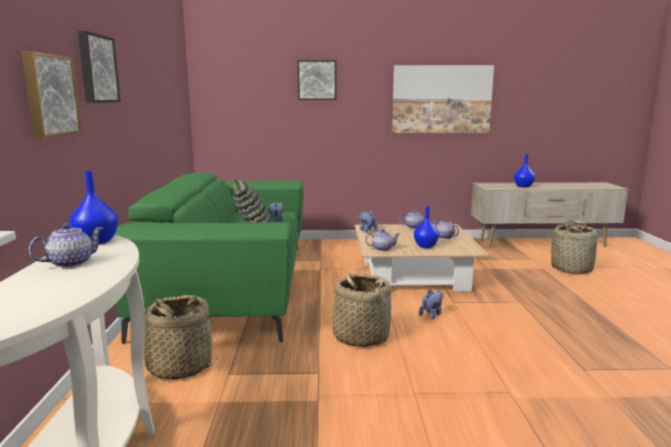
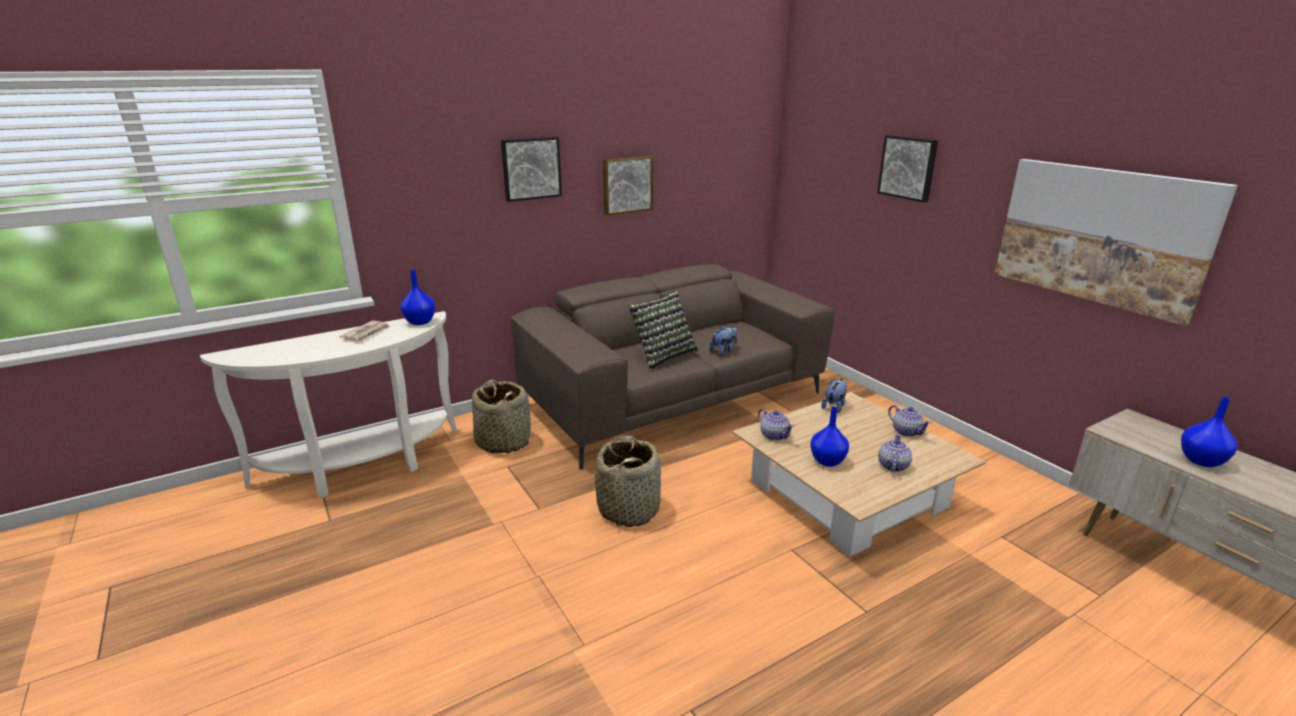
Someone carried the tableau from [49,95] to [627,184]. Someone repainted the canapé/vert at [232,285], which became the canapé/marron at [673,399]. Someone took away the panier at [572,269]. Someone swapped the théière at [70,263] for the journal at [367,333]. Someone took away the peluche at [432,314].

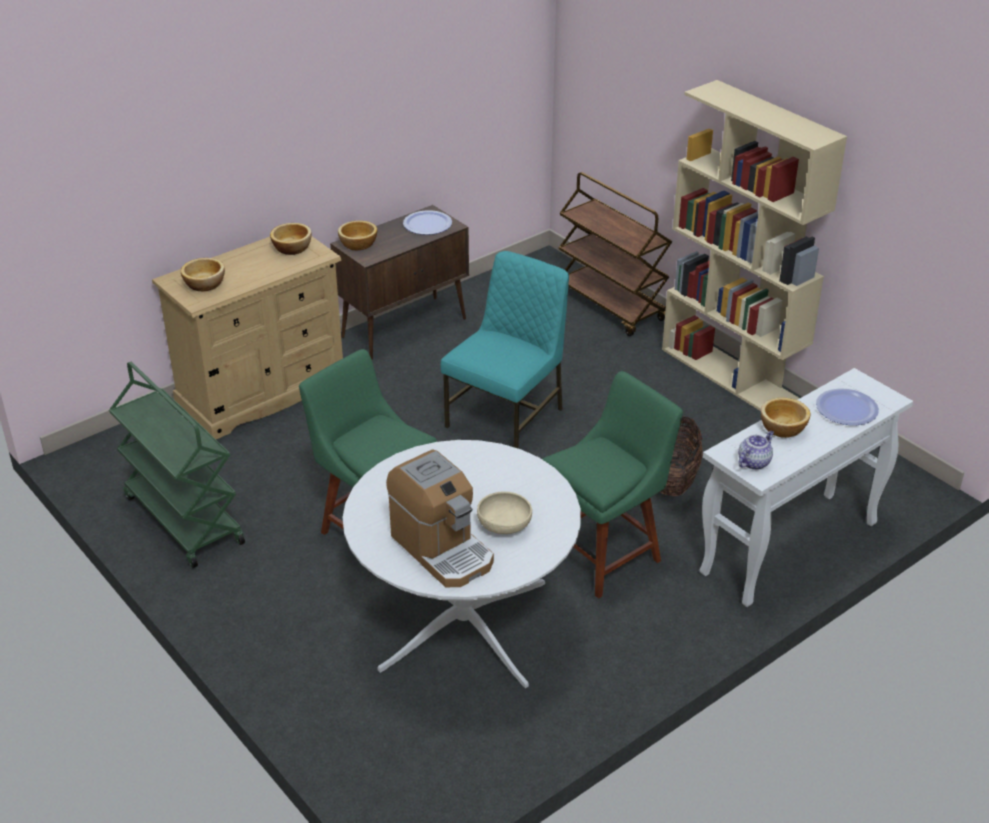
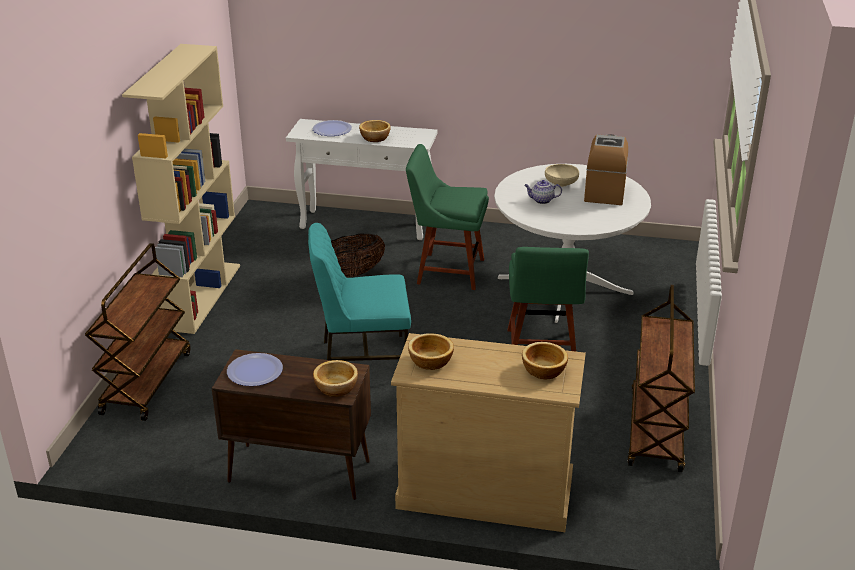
Someone repainted the chariot/vert at [182,519], which became the chariot/marron at [656,431]. Someone carried the théière from [754,462] to [541,200].

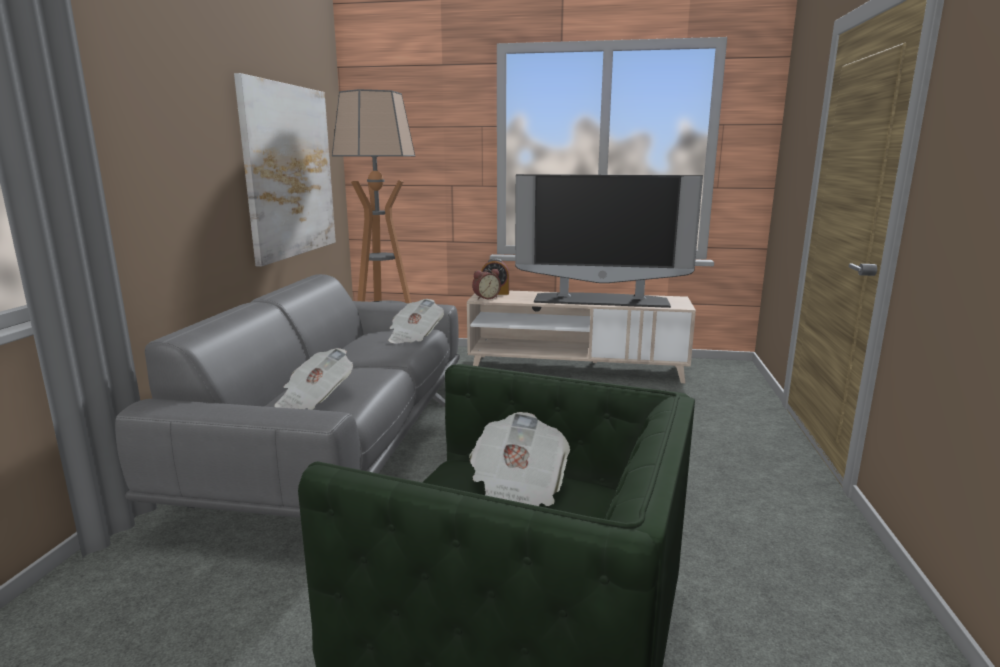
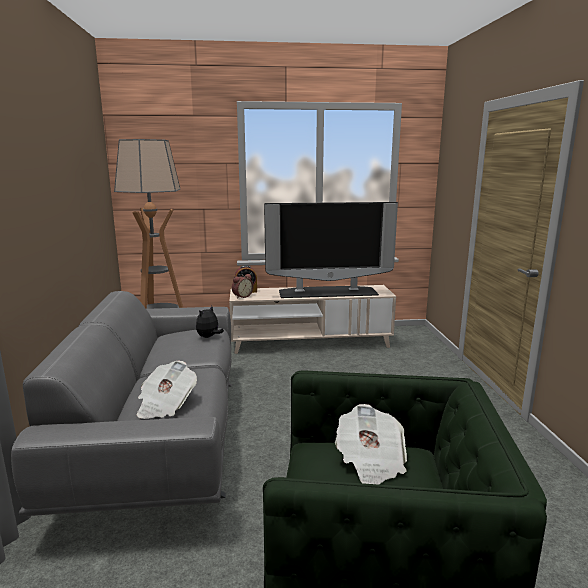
Someone took away the tableau at [290,171]. Someone swapped the journal at [414,336] for the peluche at [208,337].

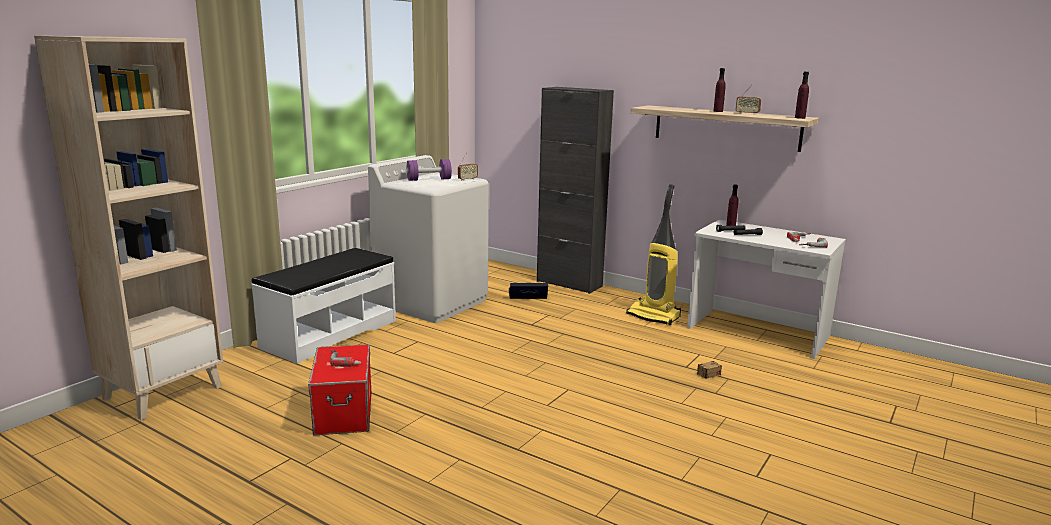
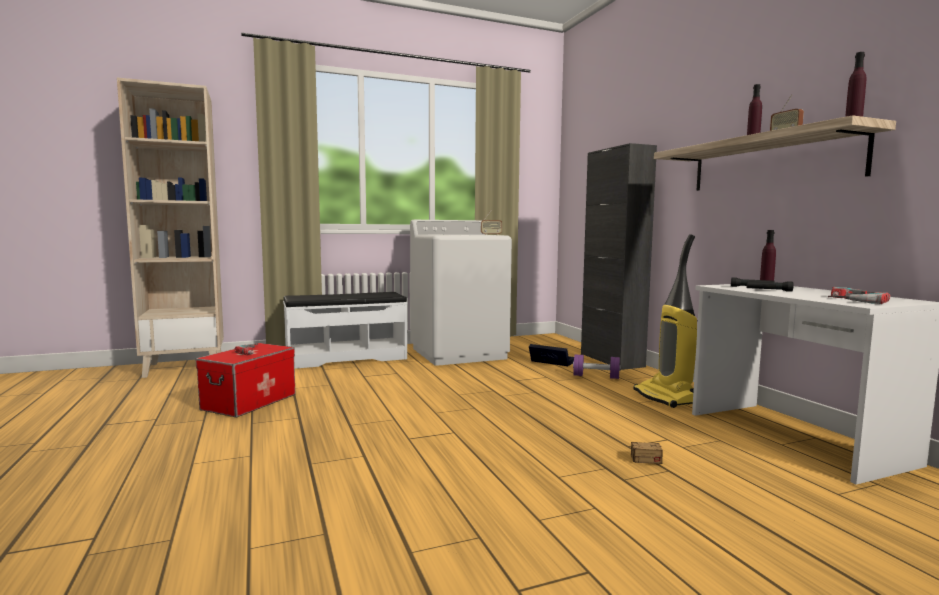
Someone carried the haltère/violet from [429,179] to [596,376].

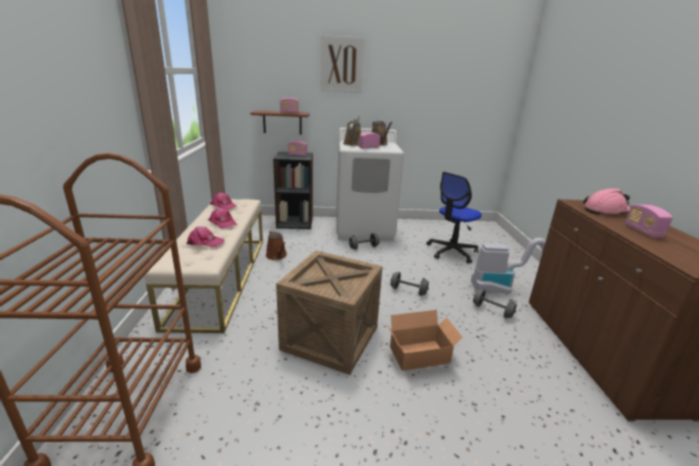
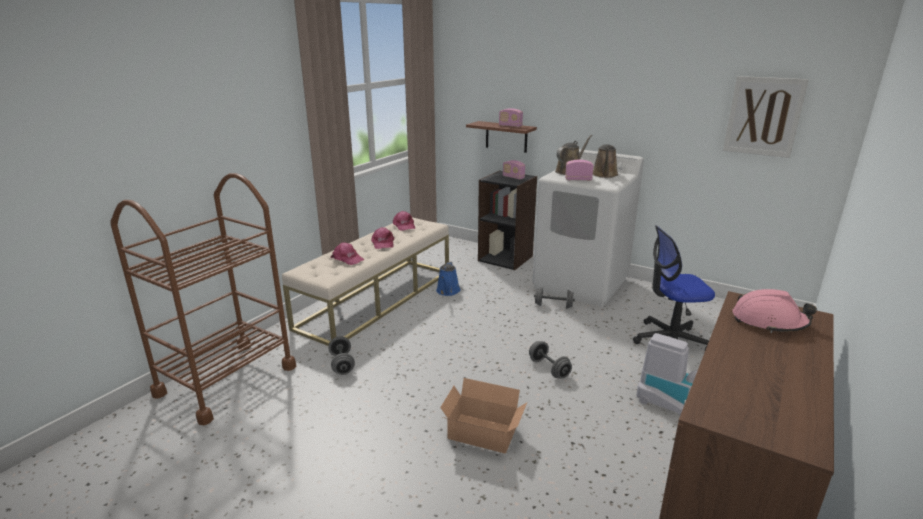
Someone carried the tableau from [342,65] to [763,116]. Someone took away the radio at [642,232]. Someone repainted the arrosoir/marron at [277,256], which became the arrosoir/bleu at [448,291]. Someone took away the caisse at [330,338]. Someone carried the haltère/gris from [492,311] to [342,364].

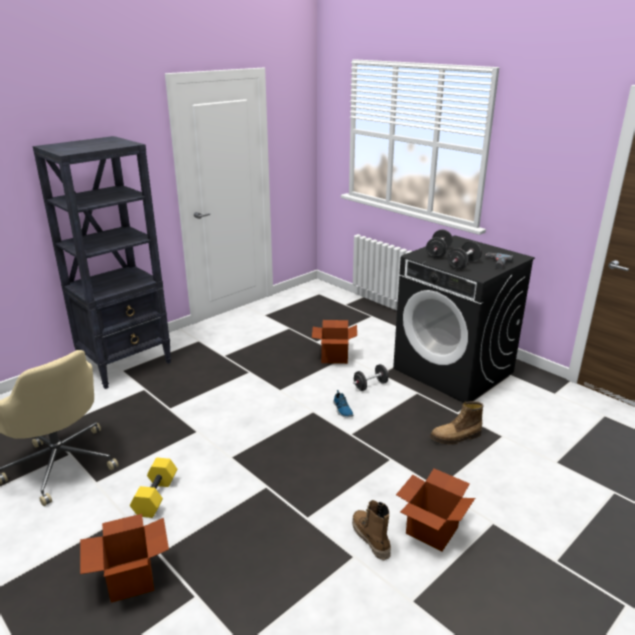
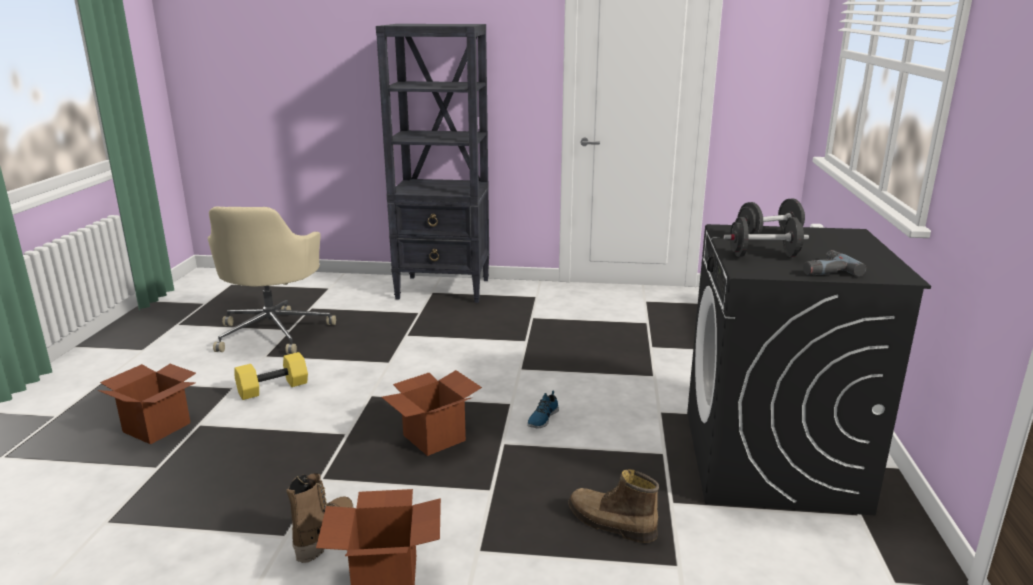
Someone carried the carton from [334,357] to [434,438]. Someone took away the haltère/noir at [370,385].

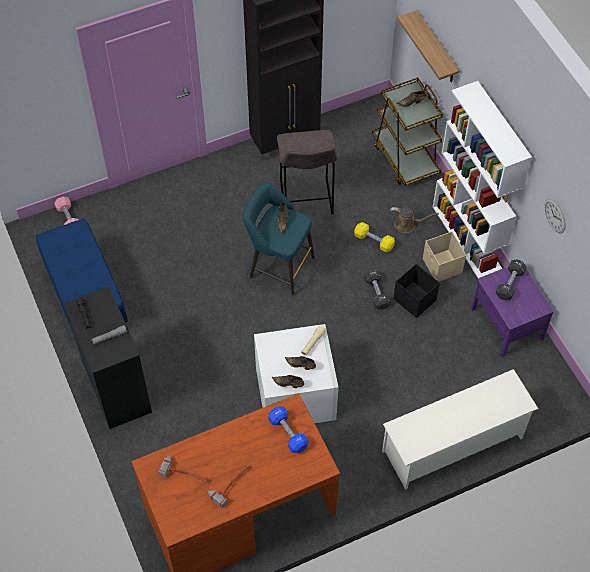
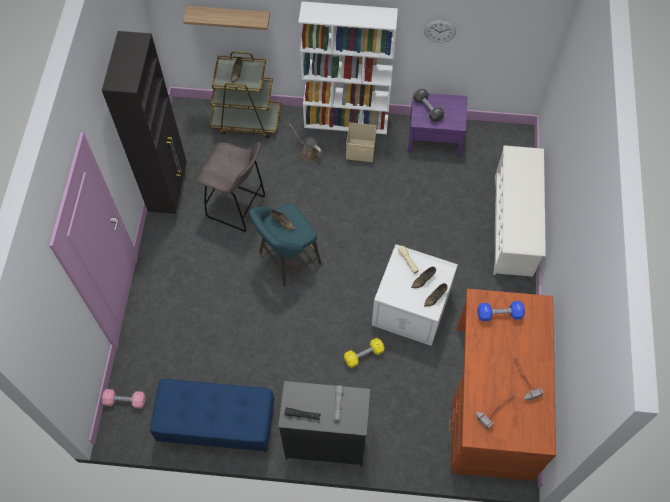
Someone rotated the arrosoir/marron at [407,224] by 90 degrees counterclockwise. Someone carried the haltère/jaune from [374,241] to [364,355]. Someone took away the boîte de rangement/noir at [415,300]. Someone took away the haltère/noir at [376,293].

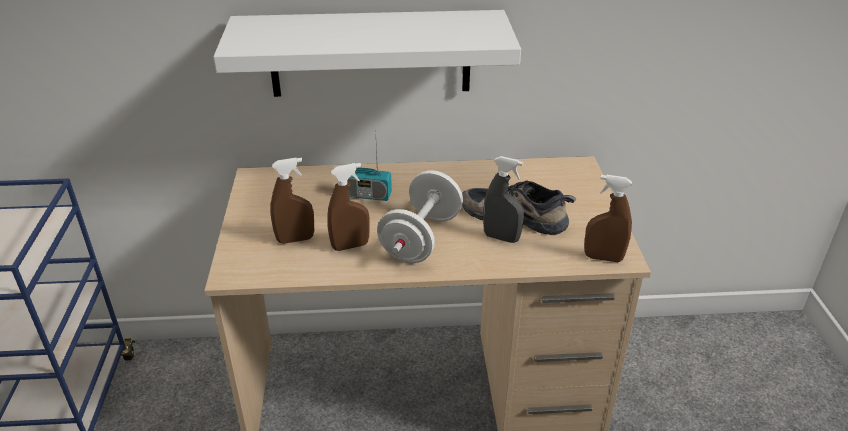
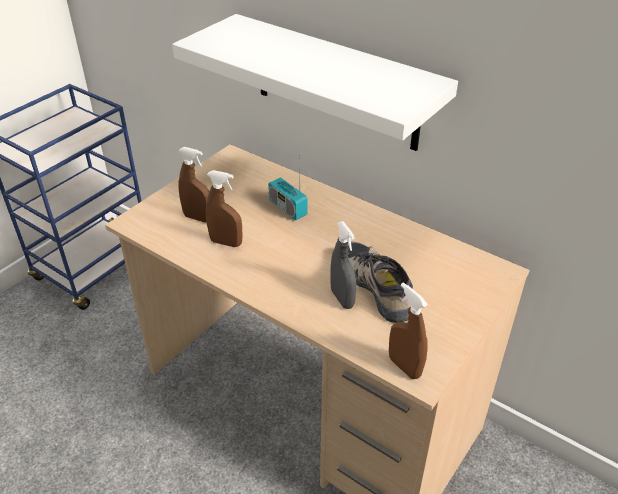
Someone took away the haltère/blanc at [421,238].

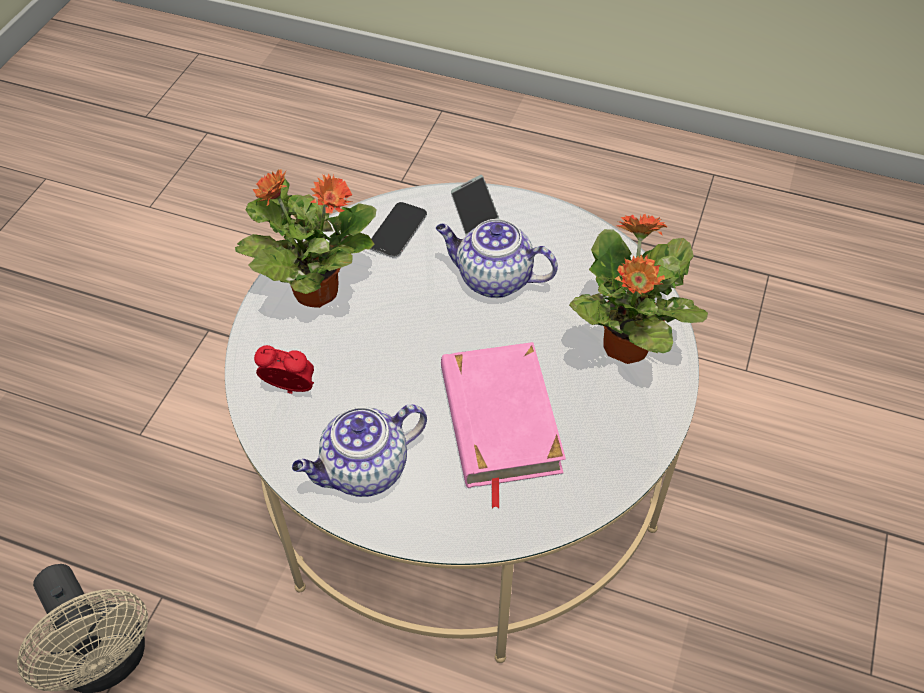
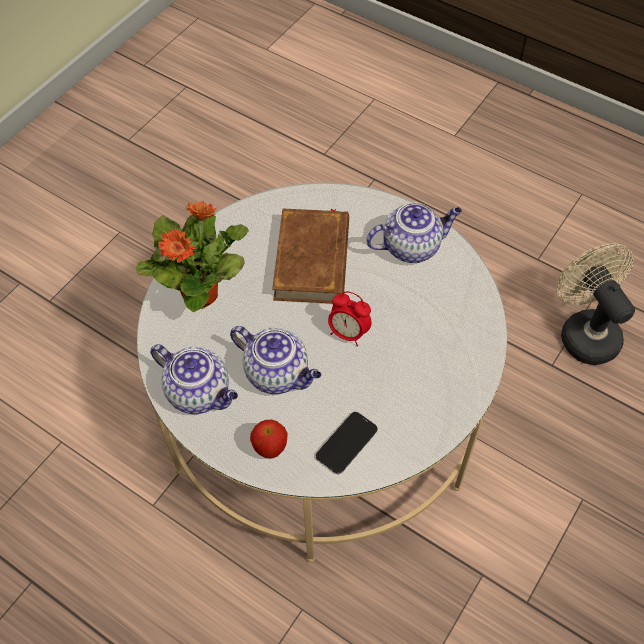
Someone took away the plante en pot at [314,290]. Someone swapped the téléphone at [474,212] for the pomme at [270,449]. Someone repainted the livre/rose at [499,421], which became the livre/marron at [313,260]. Someone carried the réveil from [290,390] to [348,333]. Someone put down the théière at [200,392].

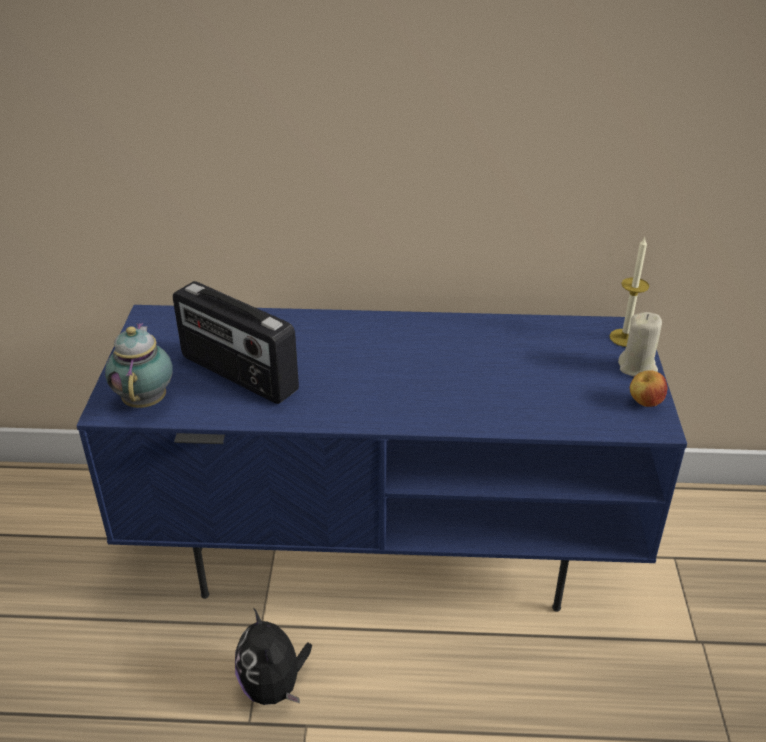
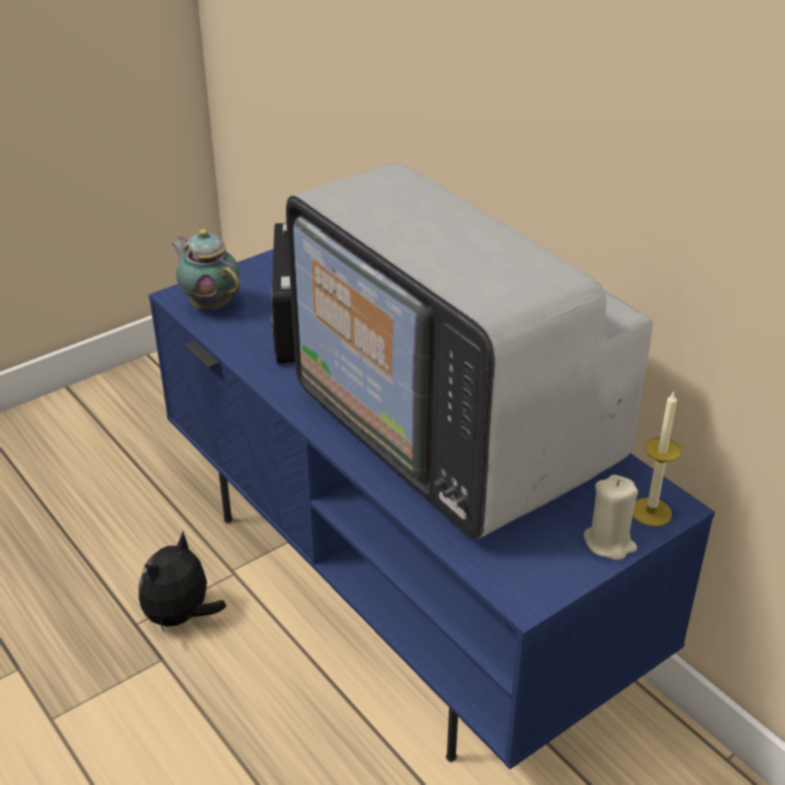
Someone rotated the théière at [146,399] by 90 degrees counterclockwise. Someone took away the pomme at [644,403]. Someone put down the téléviseur at [455,432].

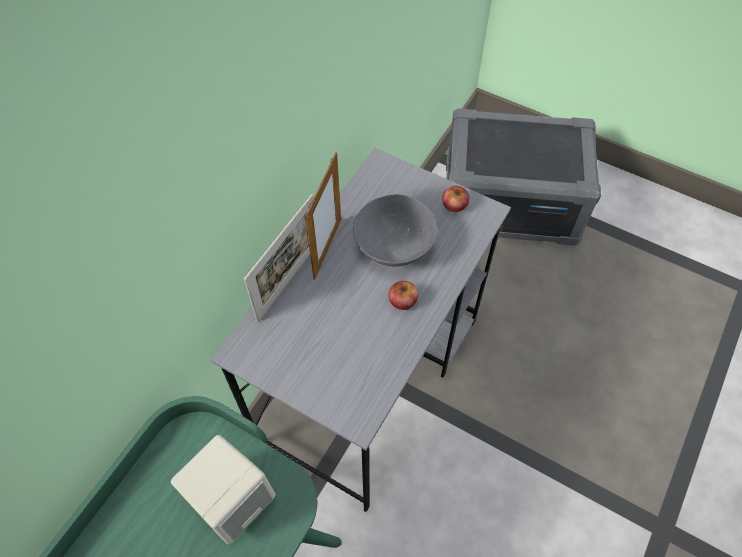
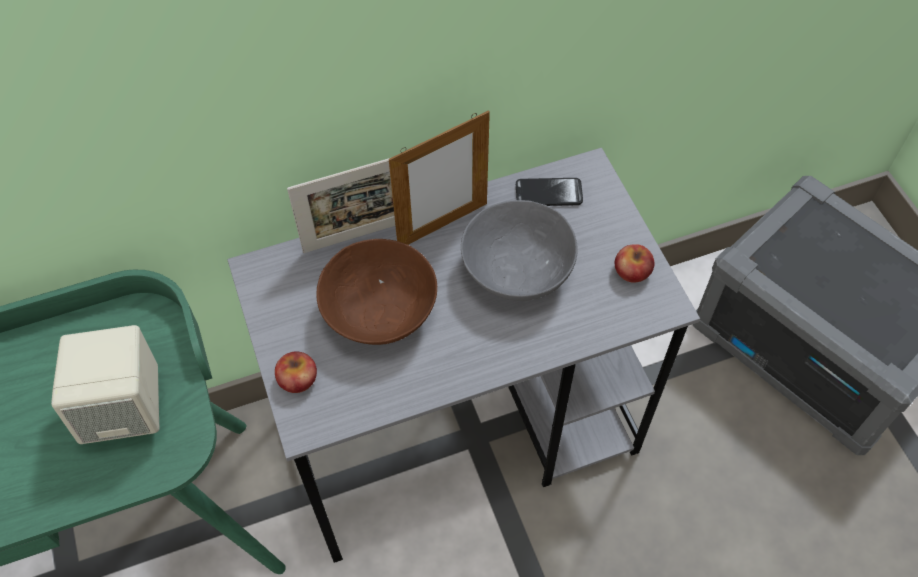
Someone carried the pomme from [402,300] to [298,378]. Someone put down the téléphone at [548,193]. Someone put down the bol/marron at [380,312].

